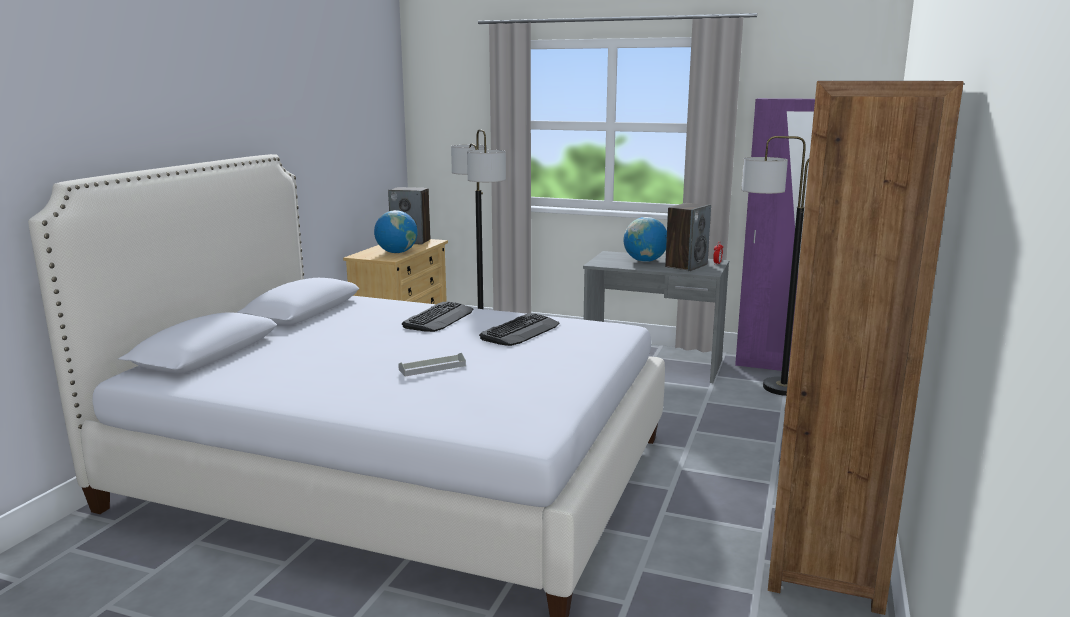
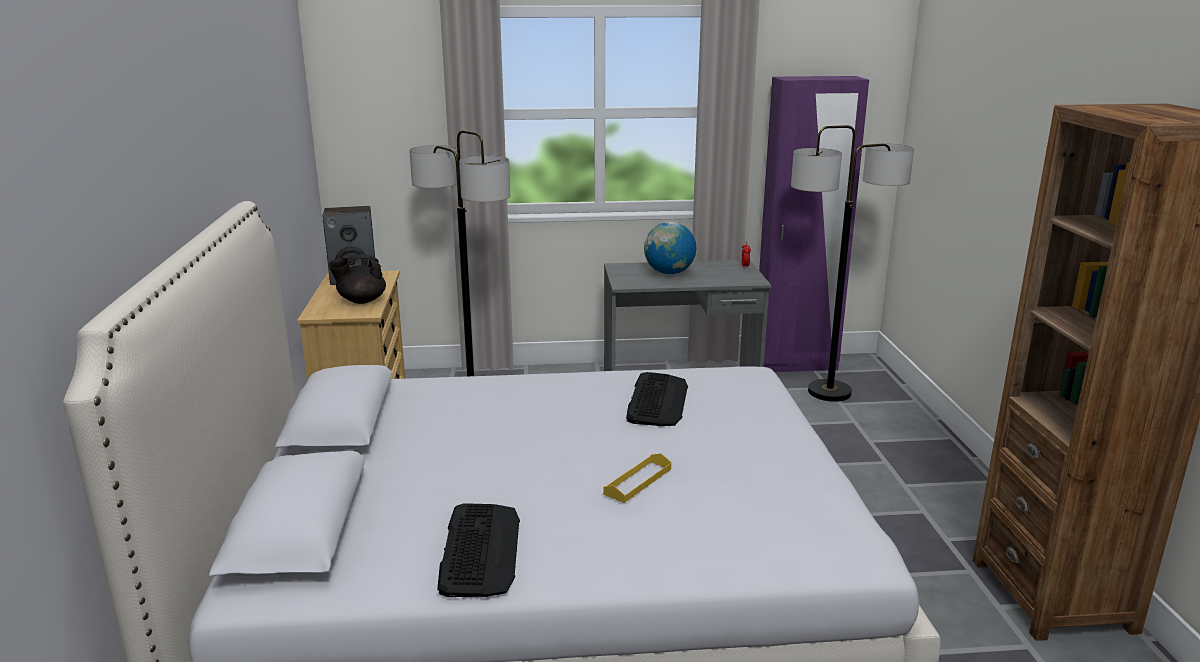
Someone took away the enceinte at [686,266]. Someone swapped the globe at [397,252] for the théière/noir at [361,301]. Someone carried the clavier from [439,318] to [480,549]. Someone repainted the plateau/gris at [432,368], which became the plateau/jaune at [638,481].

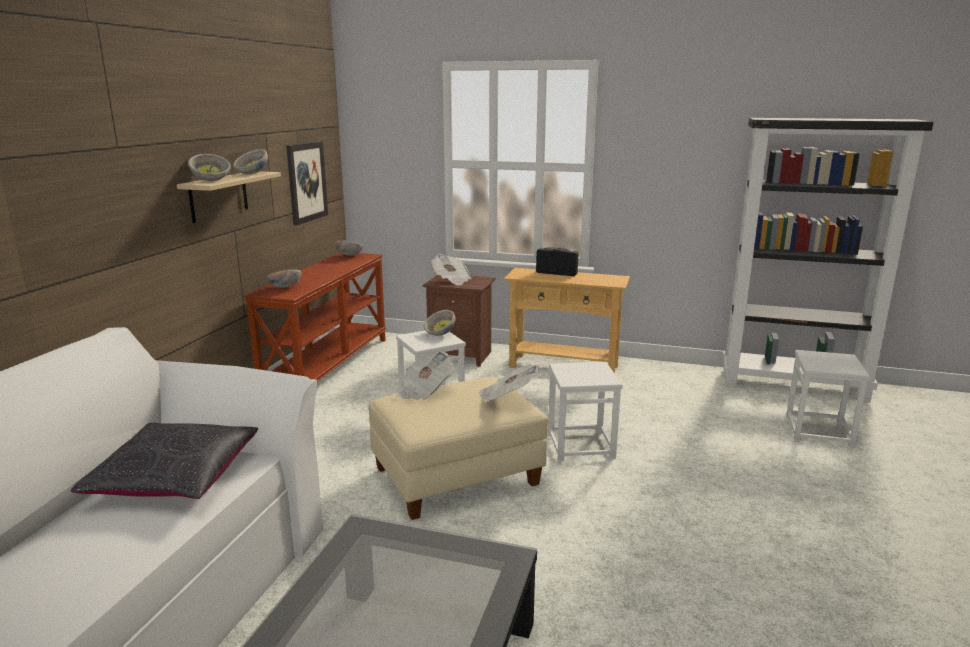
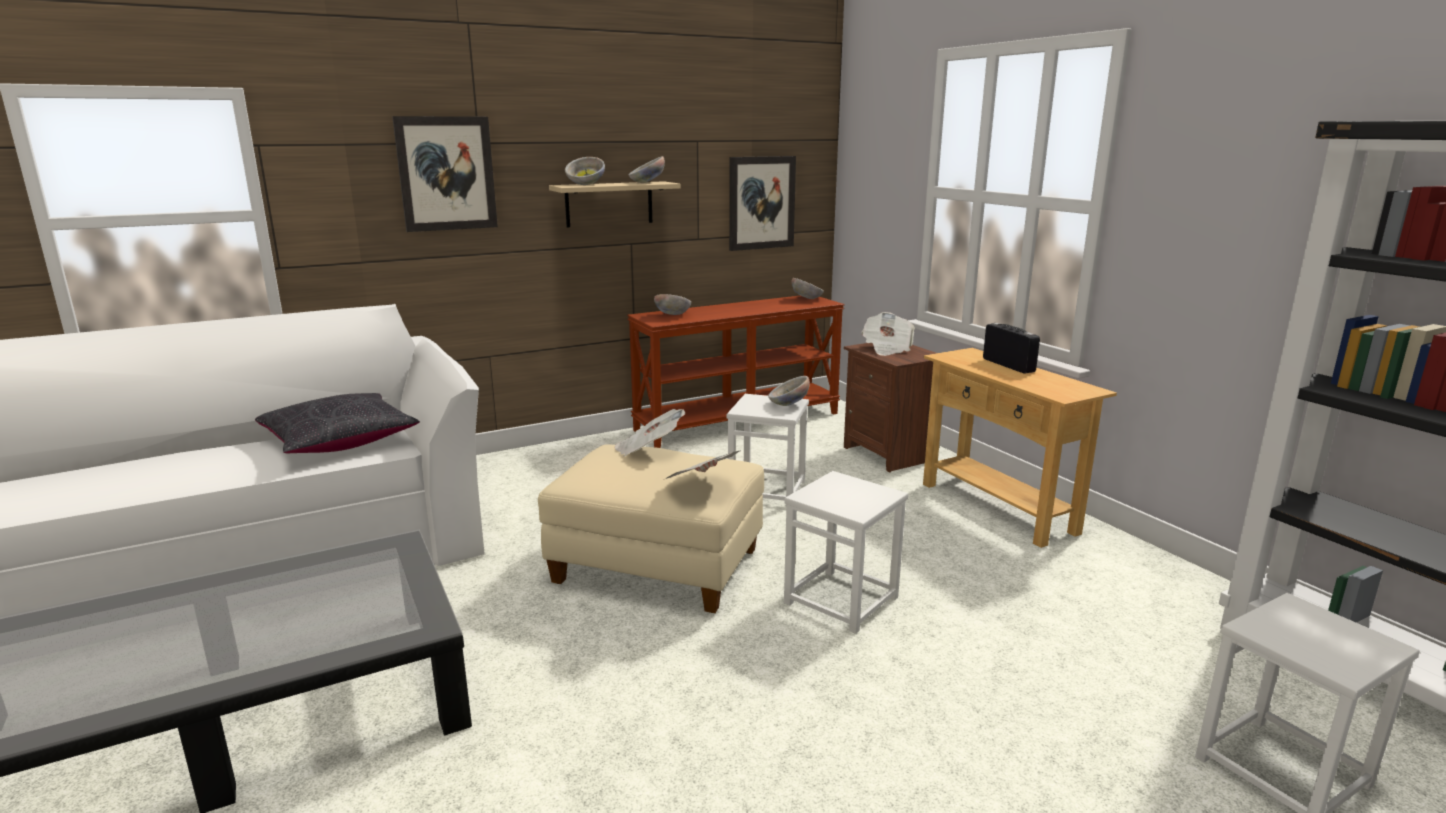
Someone put up the tableau at [446,173].

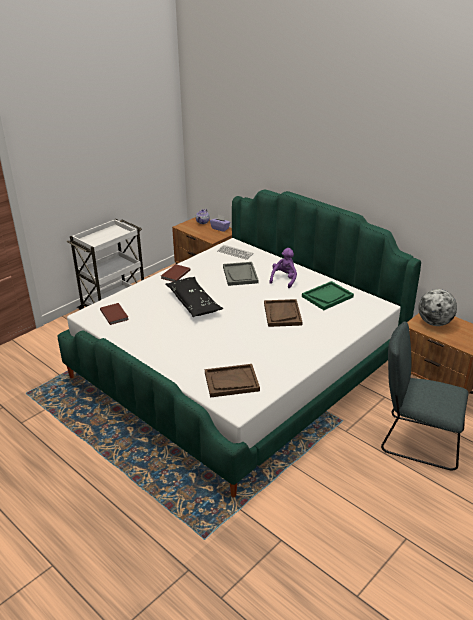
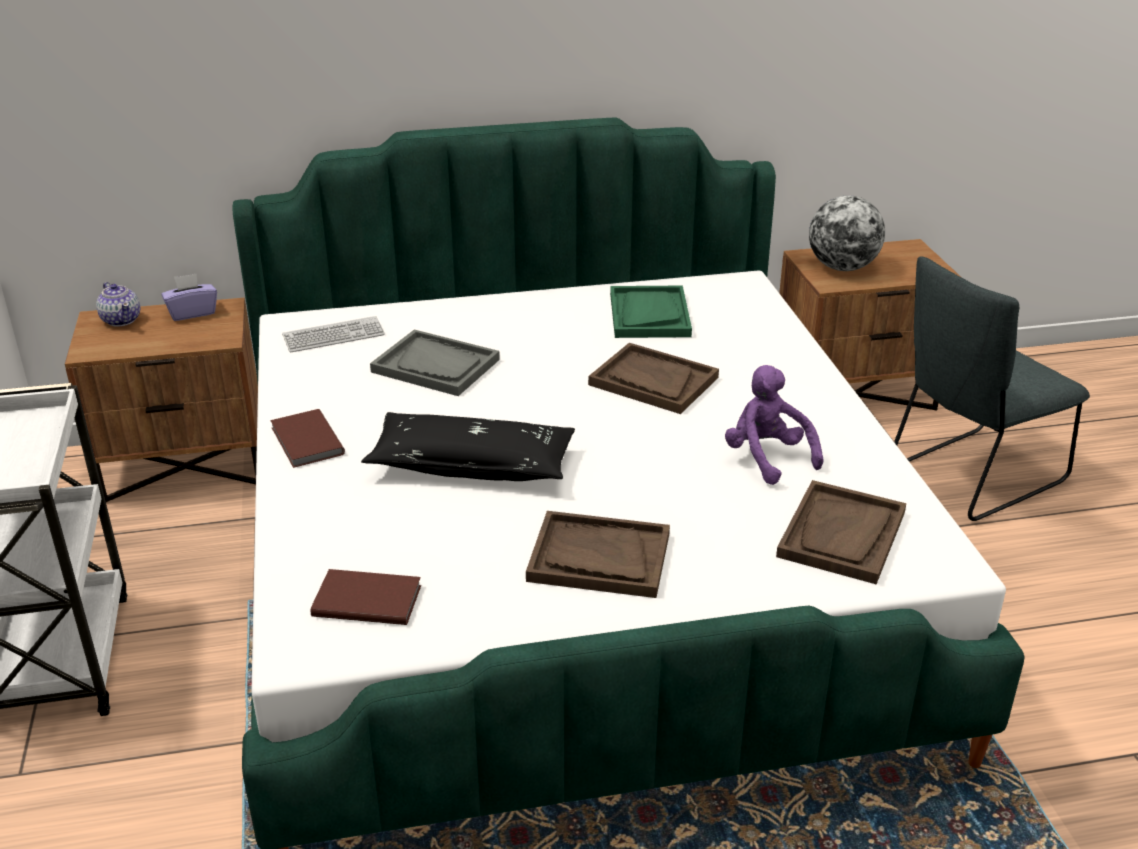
Someone carried the peluche/violet from [284,279] to [767,458]. Someone put down the plateau/marron at [598,558].

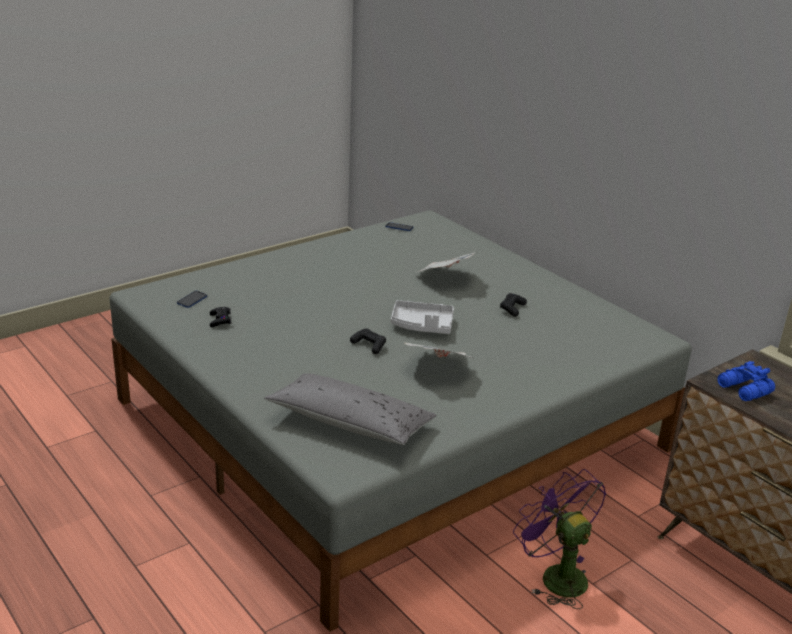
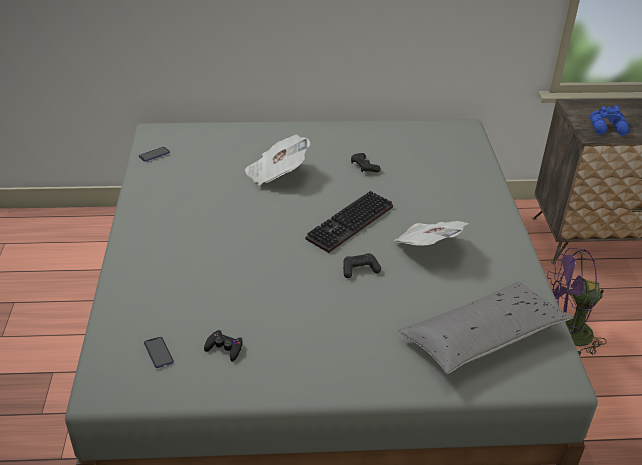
Someone swapped the plateau/gris at [422,325] for the clavier at [350,224].

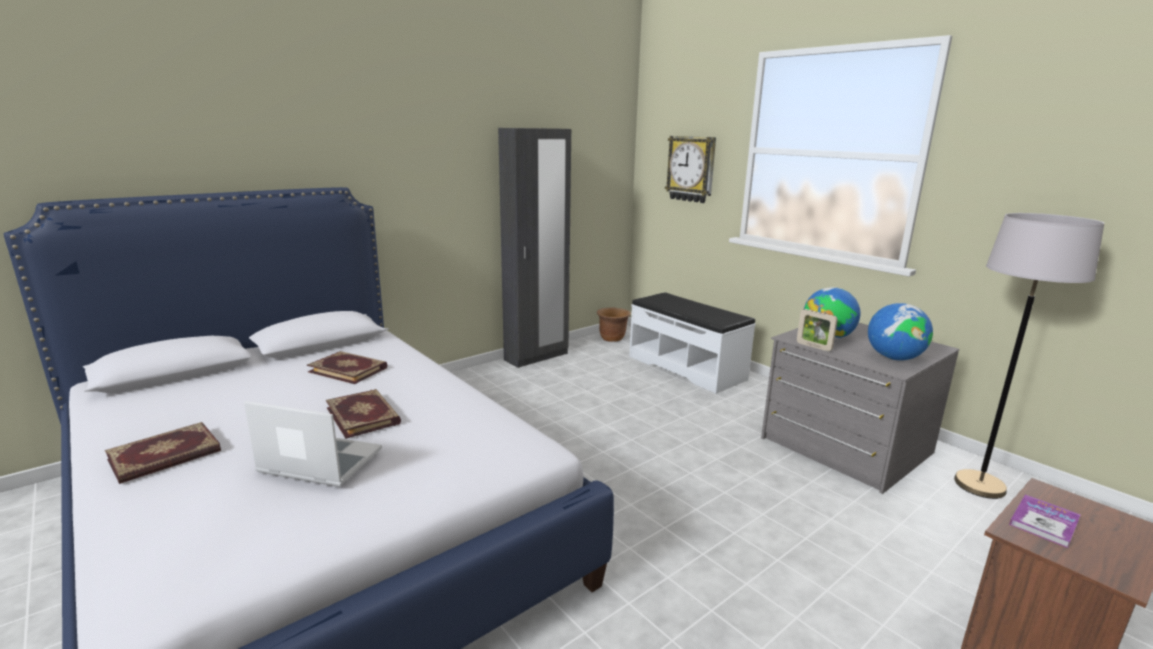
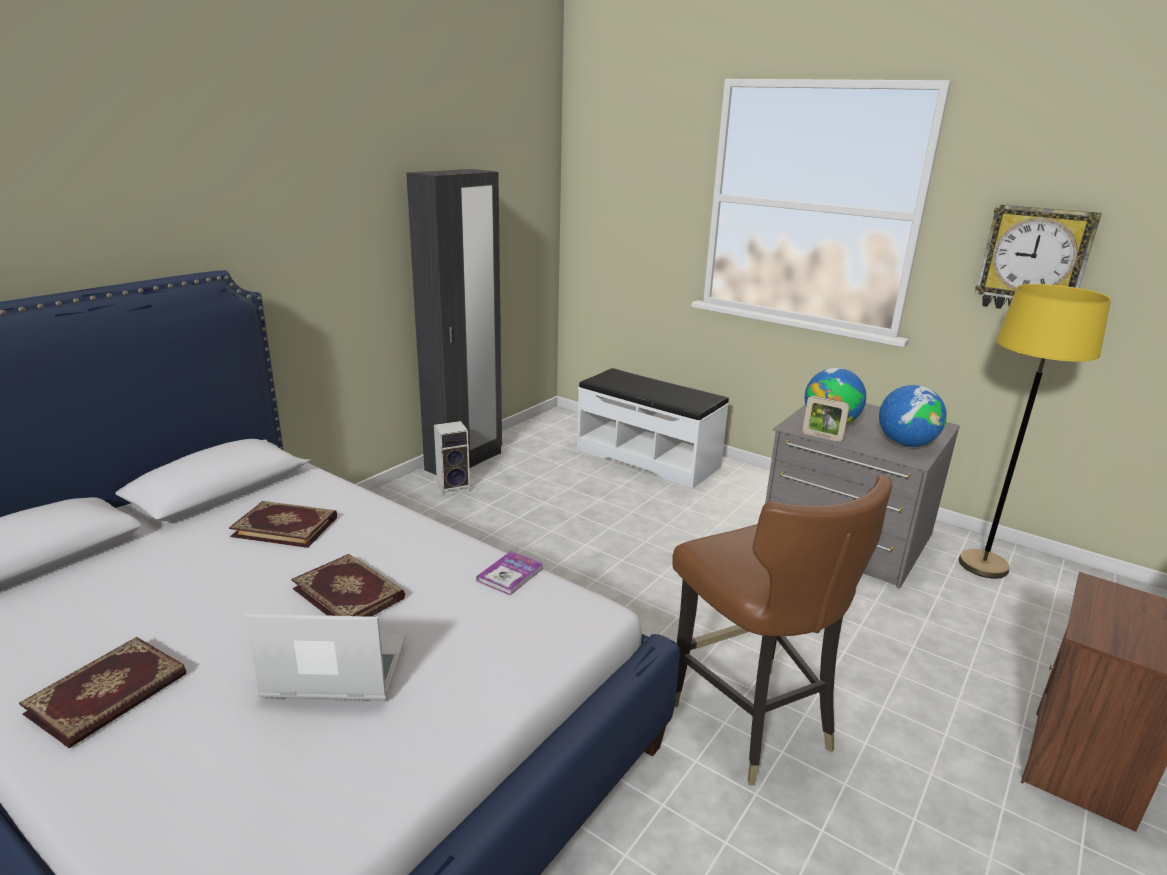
Someone carried the horloge murale from [691,169] to [1033,260]. Someone repainted the lampadaire/gris at [979,485], which became the lampadaire/jaune at [983,565]. Someone took away the cache-pot/marron at [612,338]. Someone carried the livre from [1044,522] to [510,574]. Someone put down the enceinte at [454,487]. Someone put down the chaise/marron at [750,722].

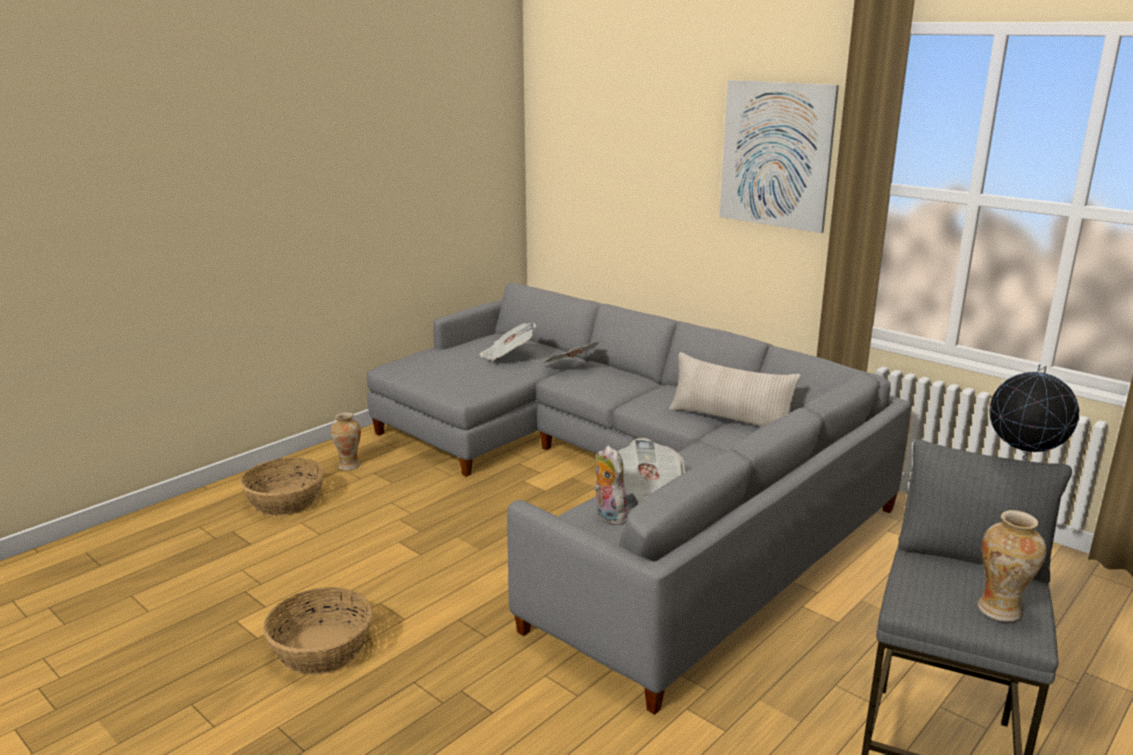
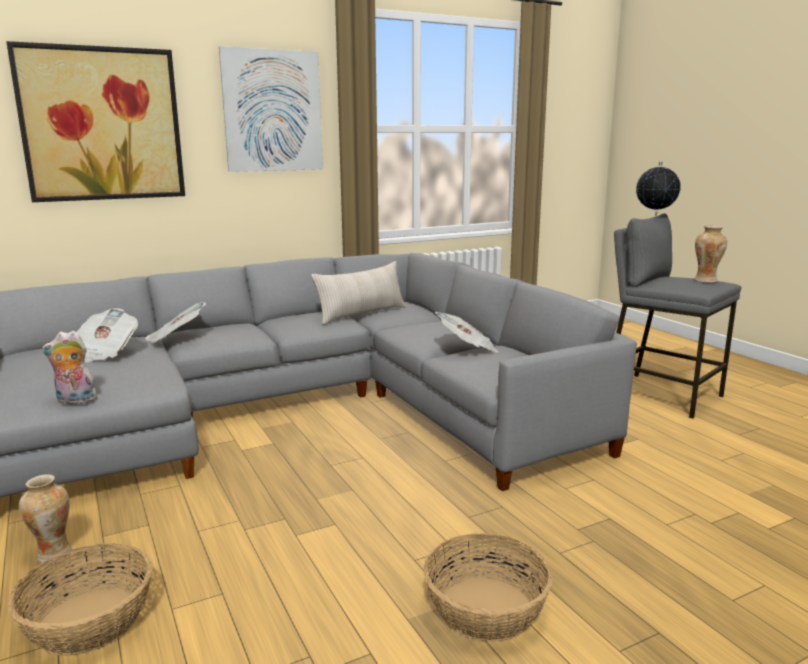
Someone carried the peluche from [608,516] to [75,401]. Someone put up the tableau at [102,124].

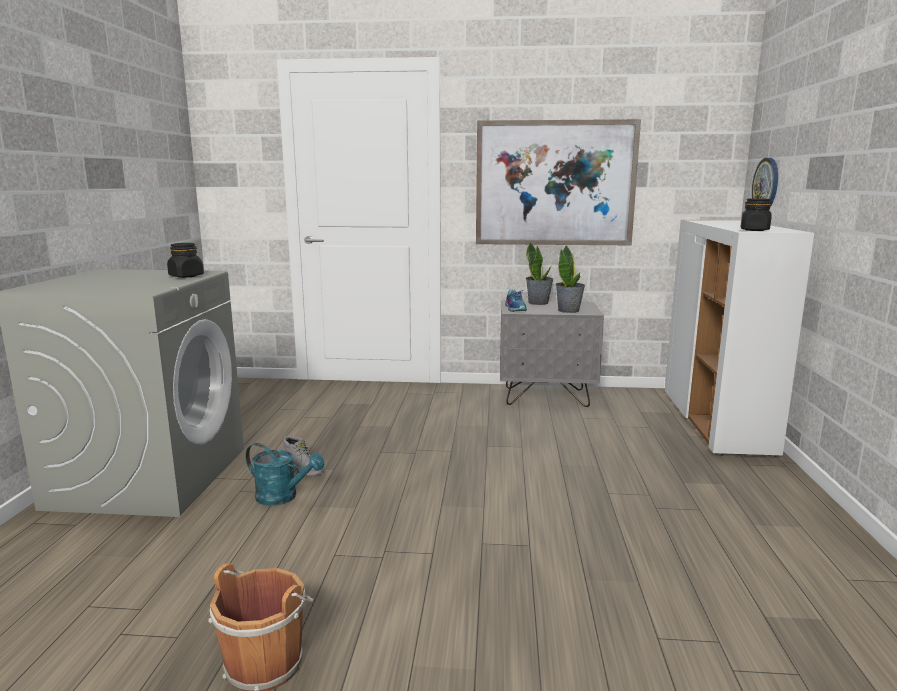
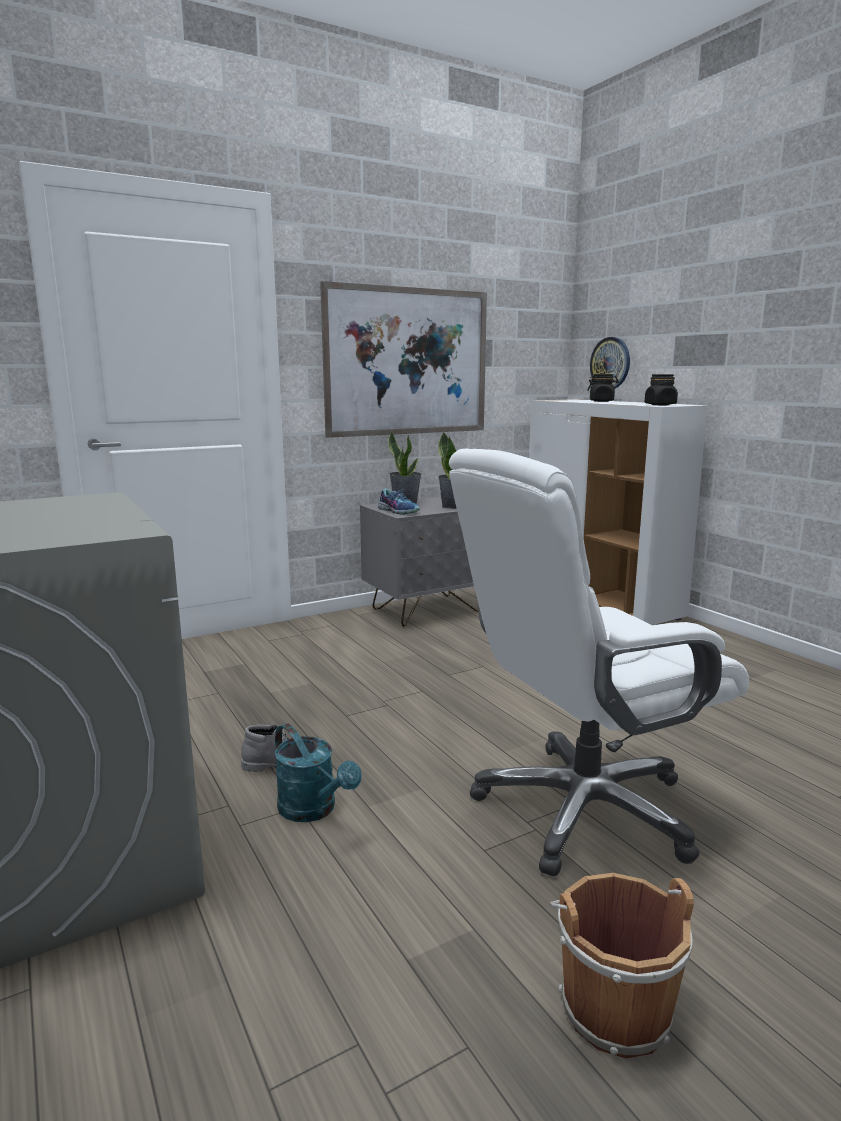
Someone carried the bocal/noir from [186,276] to [601,401]. Someone rotated the arrosoir/turquoise at [283,497] by 60 degrees clockwise. Someone put down the chaise de bureau/blanc at [583,809].

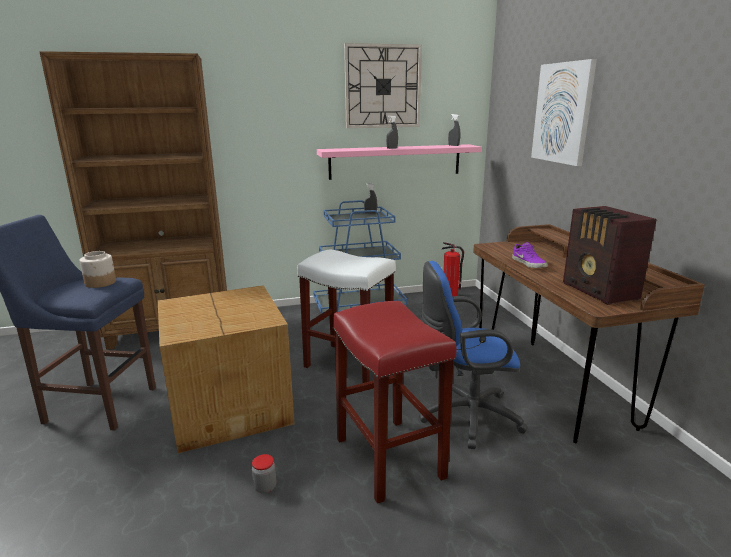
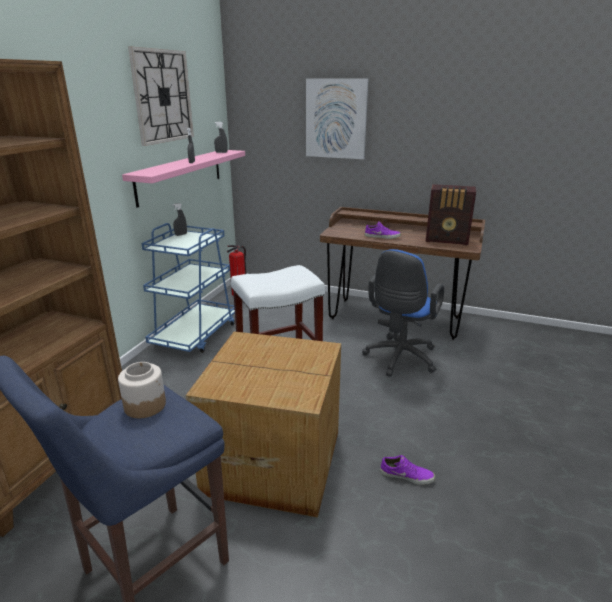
Someone took away the tabouret/rouge at [390,458]. Someone swapped the bocal at [265,487] for the chaussure/violet at [406,475].

